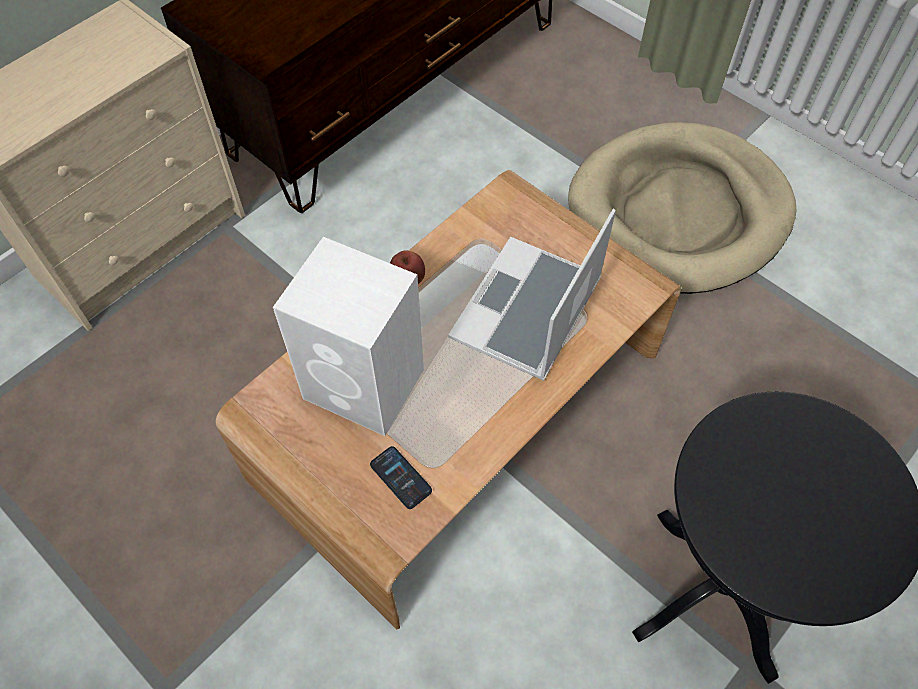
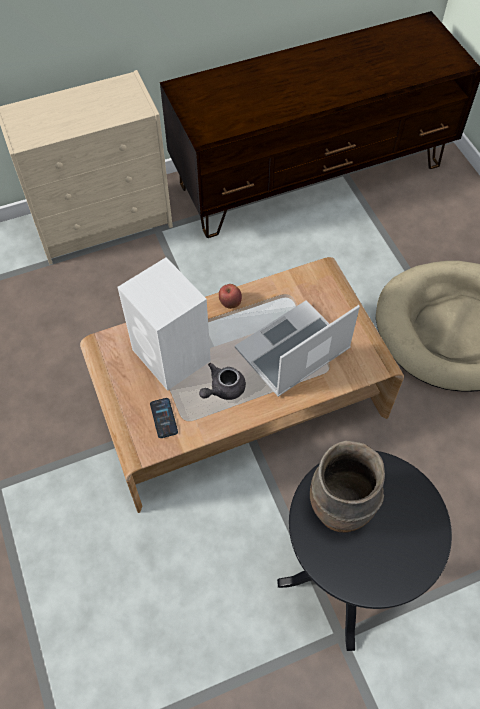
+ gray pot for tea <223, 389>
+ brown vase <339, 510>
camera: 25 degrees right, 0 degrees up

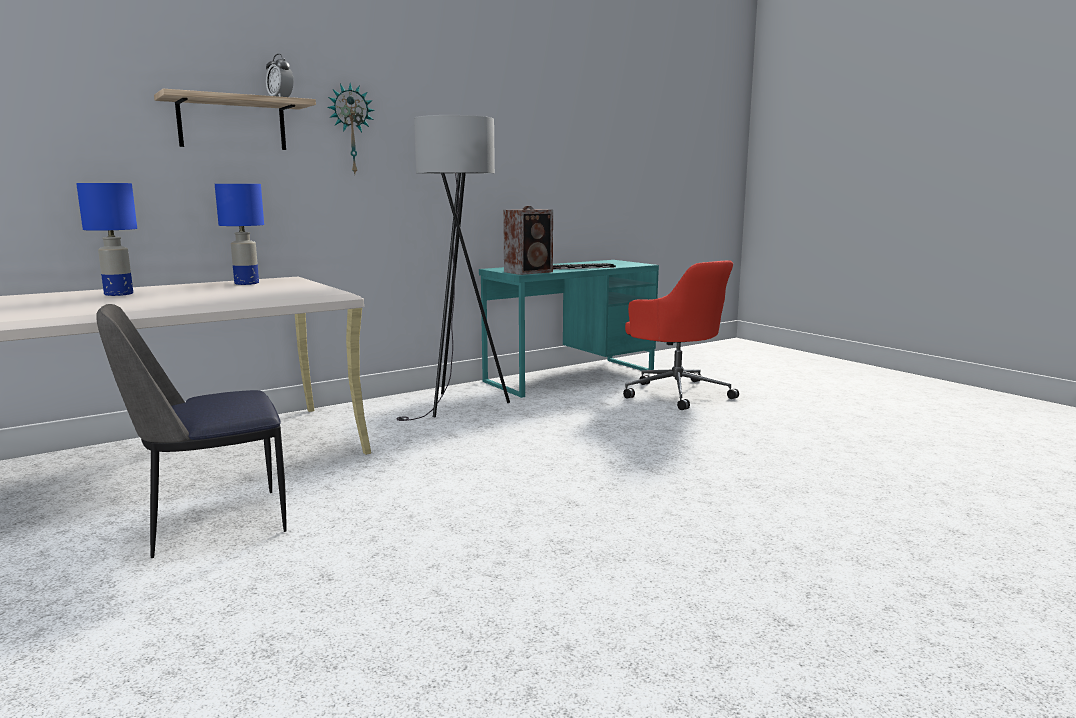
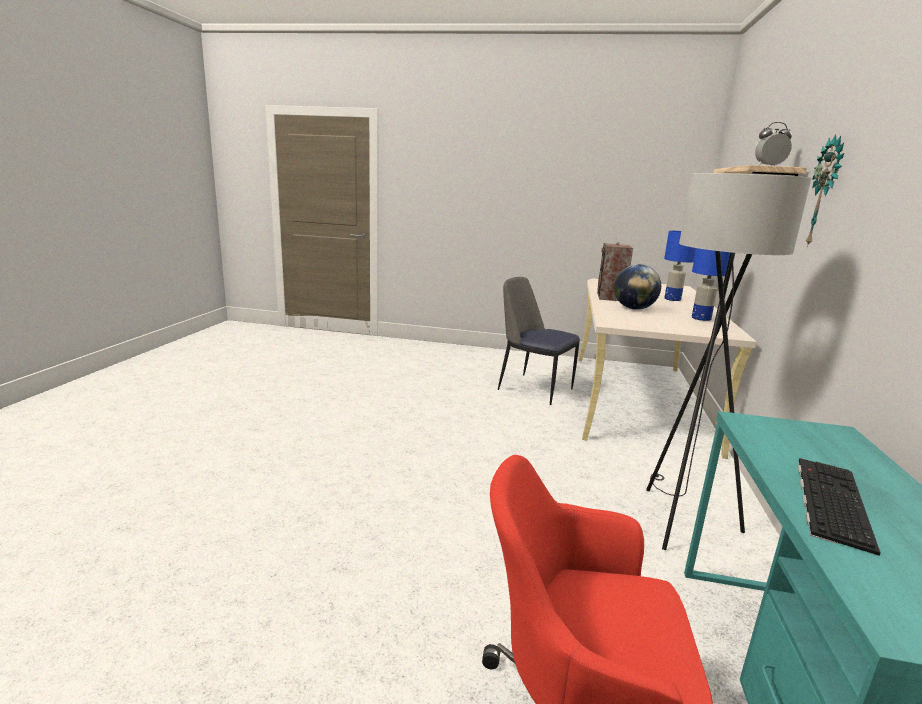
+ globe <633, 308>
~ speaker <530, 272> to <610, 297>
~ upright chair <211, 522> = <533, 388> 75 degrees counterclockwise
camera: 135 degrees right, 5 degrees up

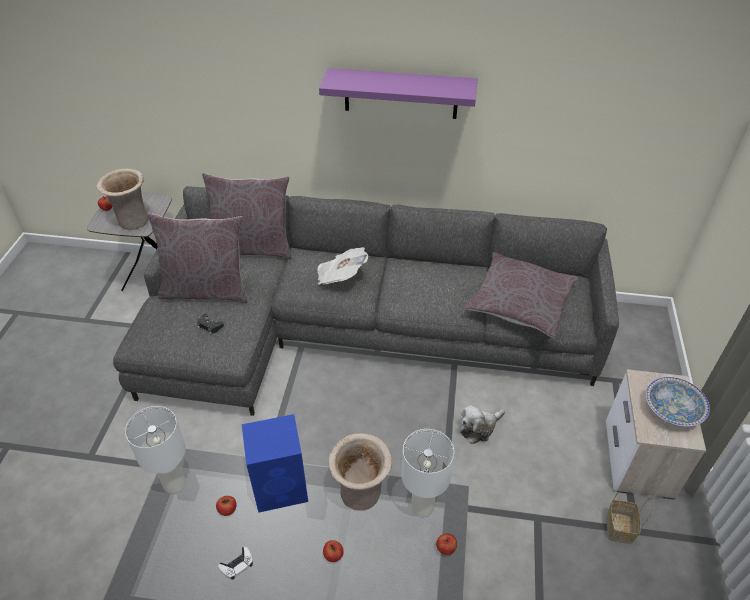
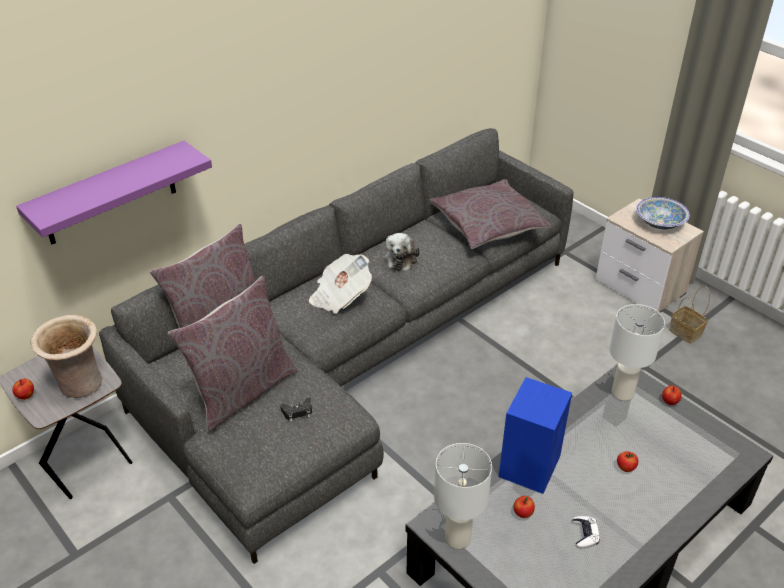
- sand-coloured vase <361, 494>
~ purplish shelf <401, 93> to <110, 194>
~ soft toy <479, 428> to <401, 258>
camera: 50 degrees left, 5 degrees down

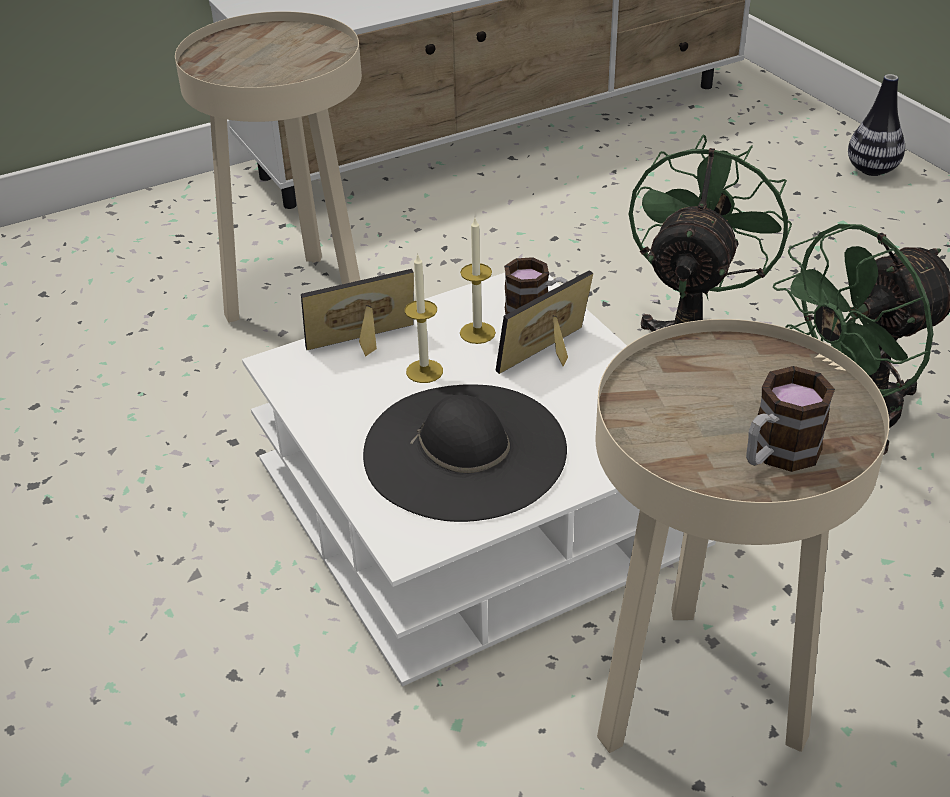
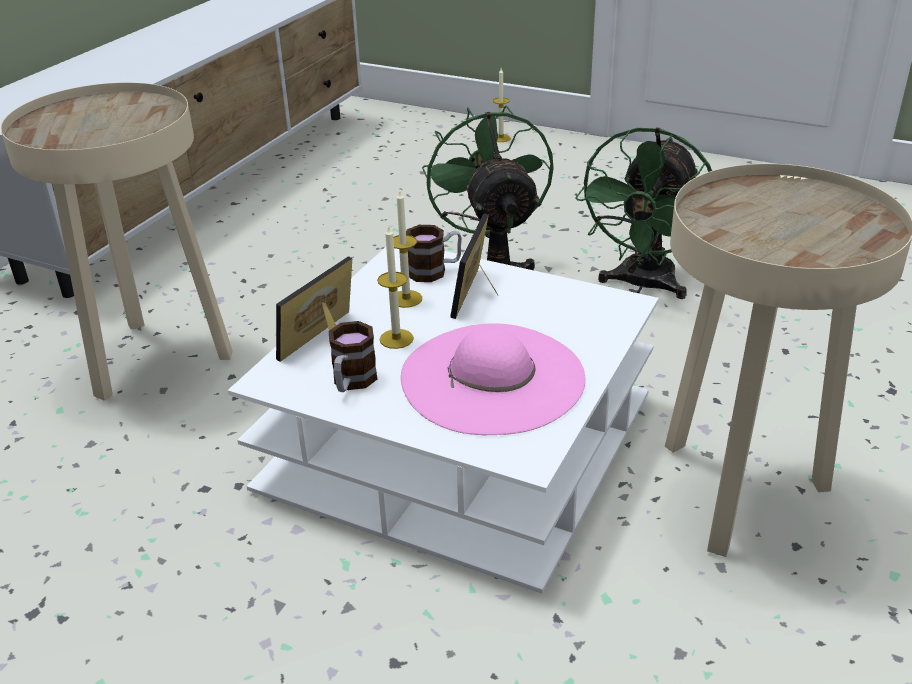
~ tea mug <777, 455> to <351, 382>
~ vase <872, 170> to wax candle <501, 138>
~ black clothing hat <465, 450> to pinkish clothing hat <492, 377>
camera: 35 degrees left, 5 degrees down

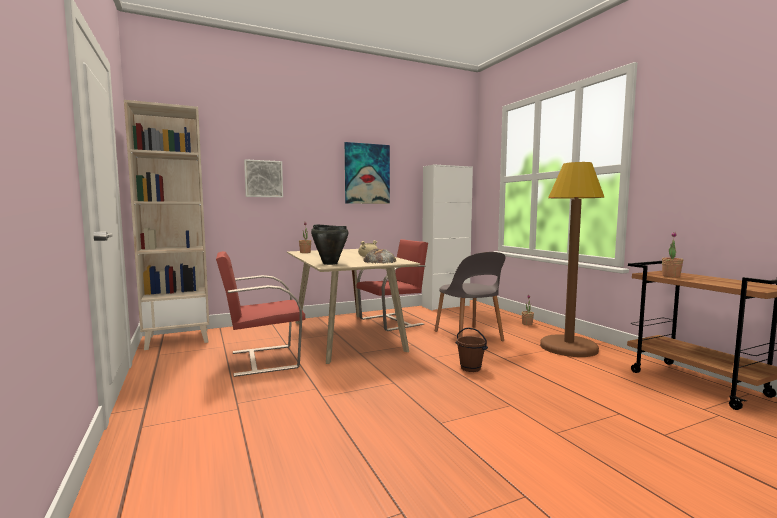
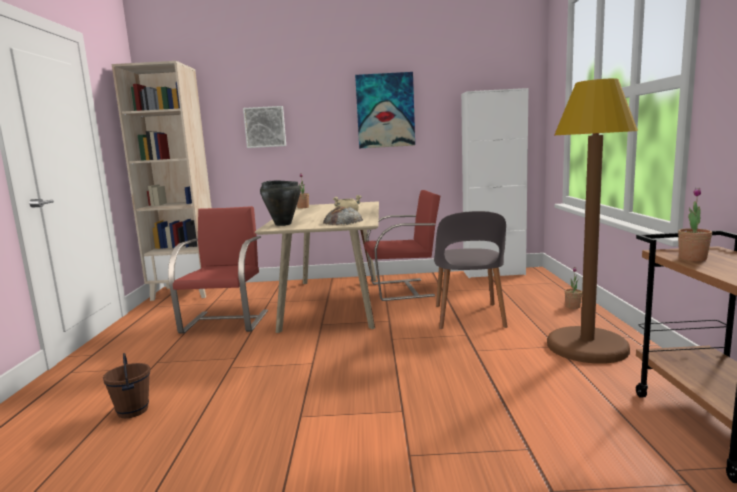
~ brown water bucket <471, 368> to <133, 411>
~ red upright chair <262, 360> = <226, 321> 90 degrees clockwise
camera: 25 degrees right, 5 degrees up

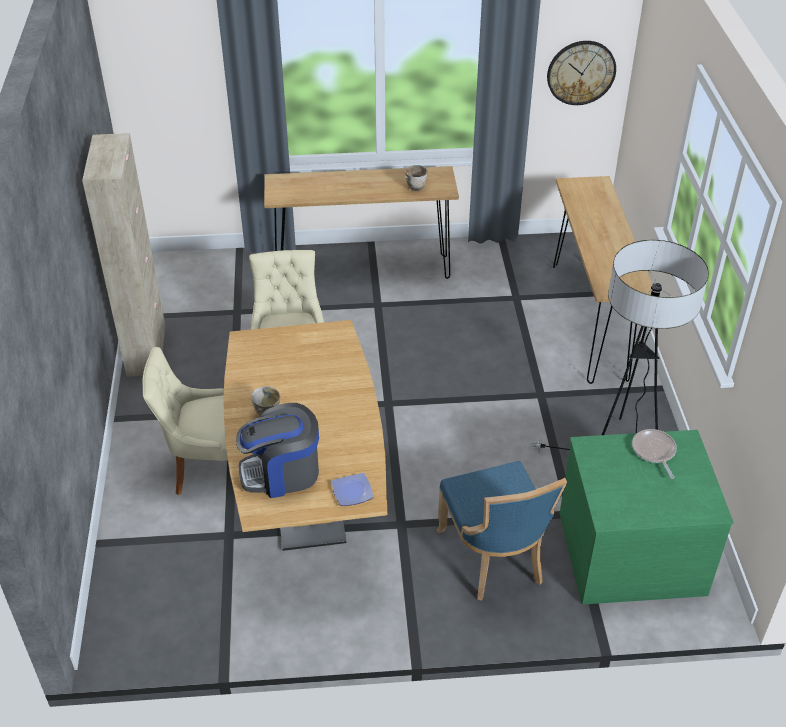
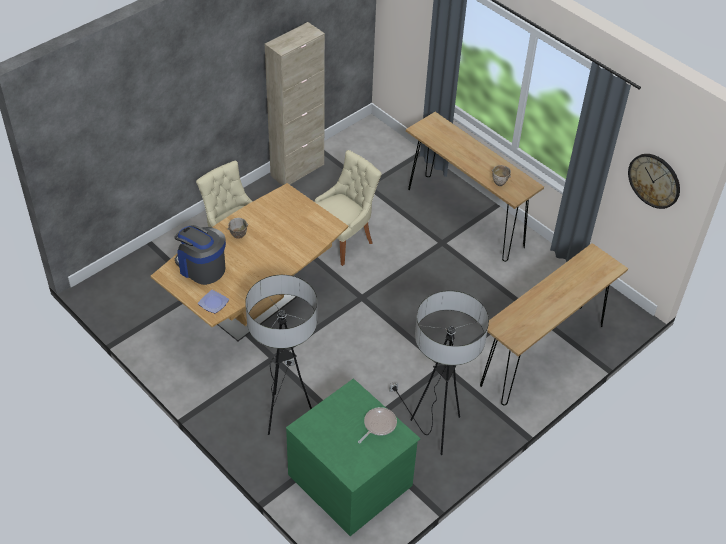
~ bluish upright chair <494, 558> to floor lamp <286, 414>
camera: 50 degrees right, 5 degrees up

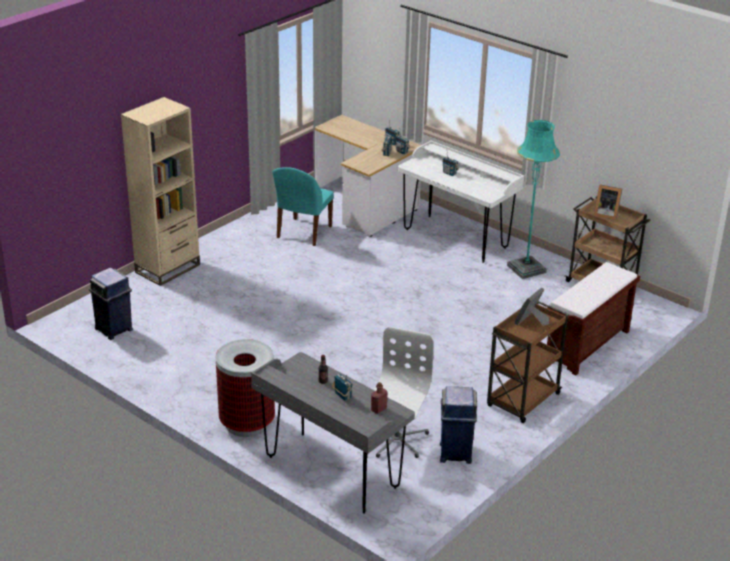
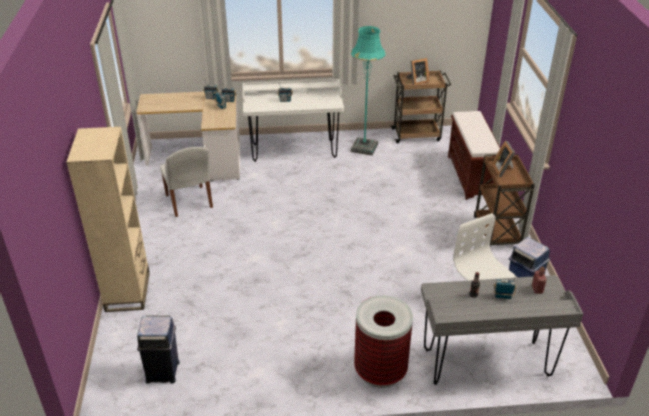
~ turquoise-coloured upright chair <303, 233> to white upright chair <189, 202>
camera: 45 degrees left, 5 degrees up

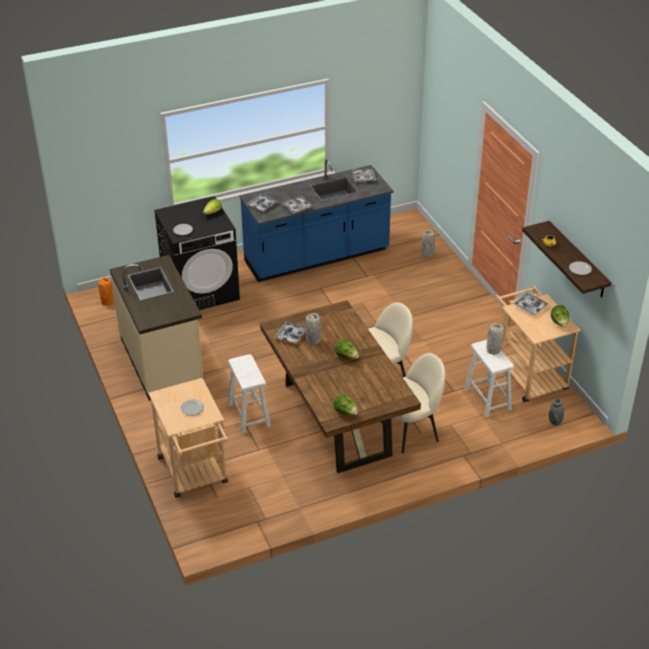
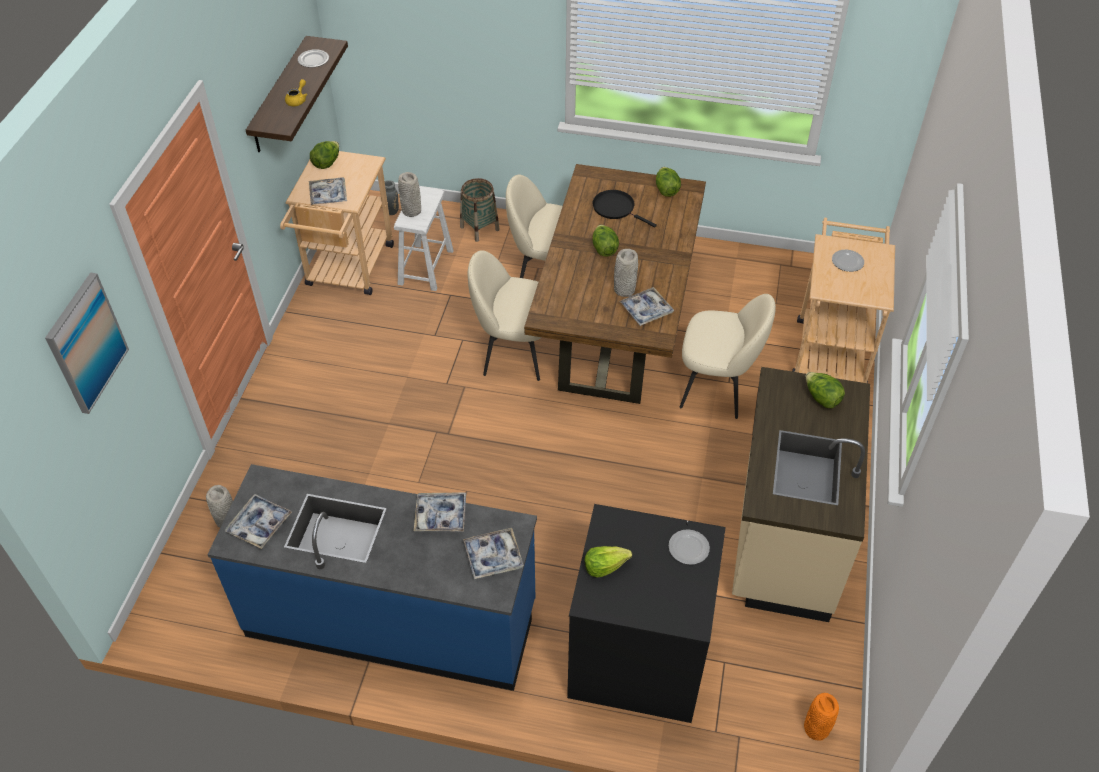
+ picture <86, 343>
+ household basket <479, 228>
+ black pan <616, 208>
+ lettuce head <821, 398>
~ white stool <249, 415> to sand-coloured upright chair <716, 387>
camera: 145 degrees left, 10 degrees up

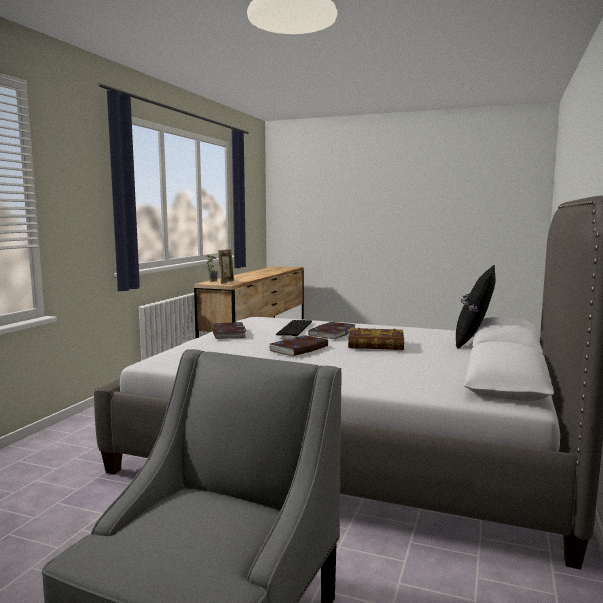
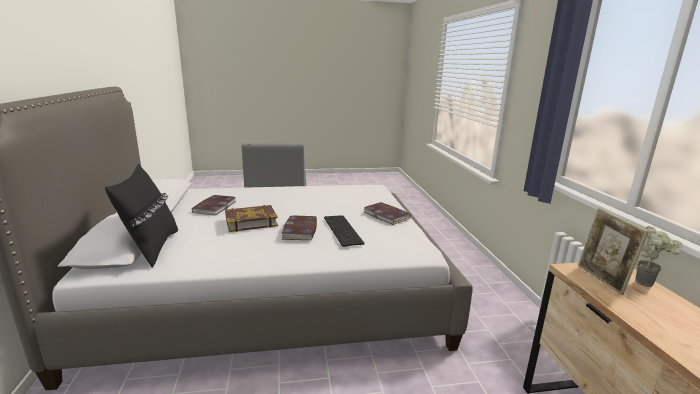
~ book <299, 349> to <214, 207>
camera: 150 degrees right, 10 degrees up

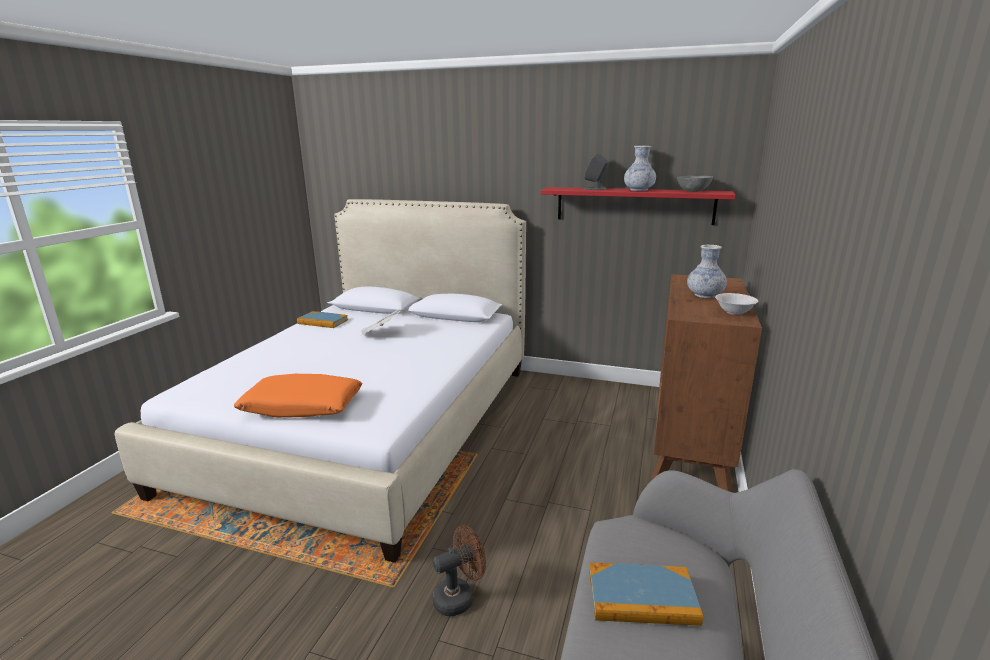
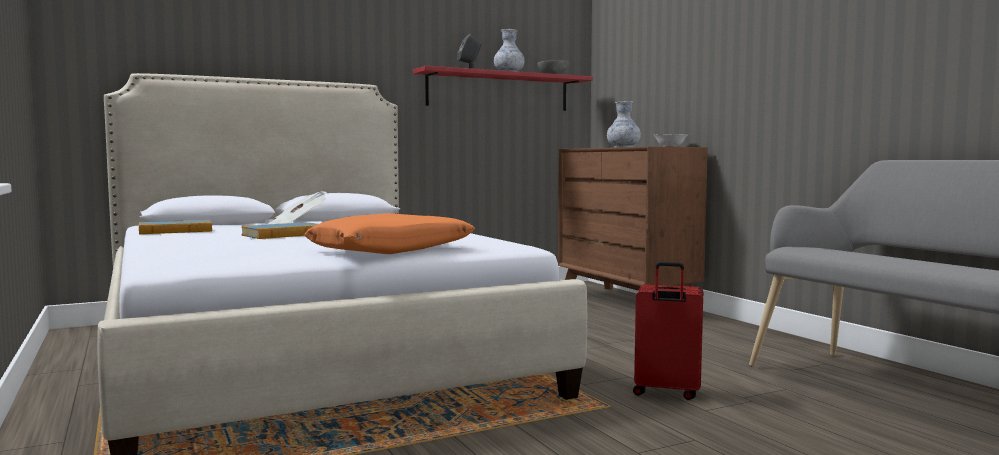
~ book <642, 598> to <284, 234>
~ brown fan <459, 597> to red piece of luggage <666, 392>
camera: 45 degrees left, 15 degrees down

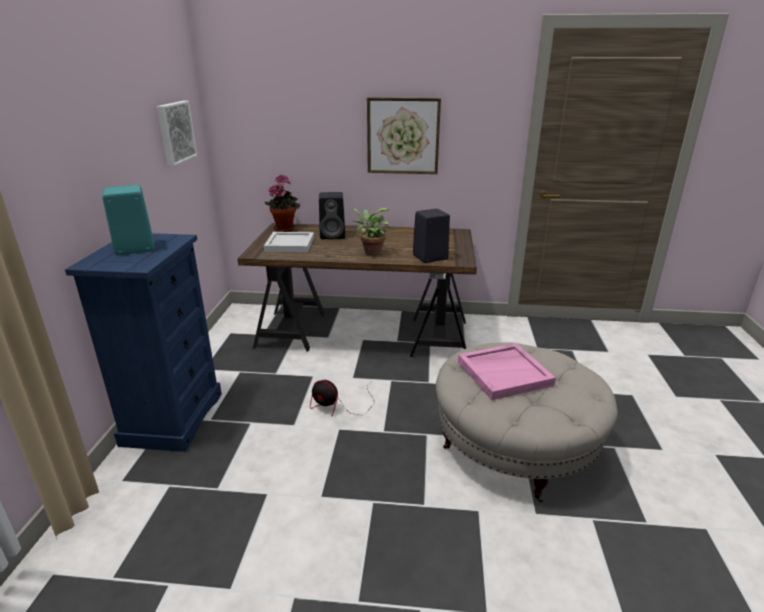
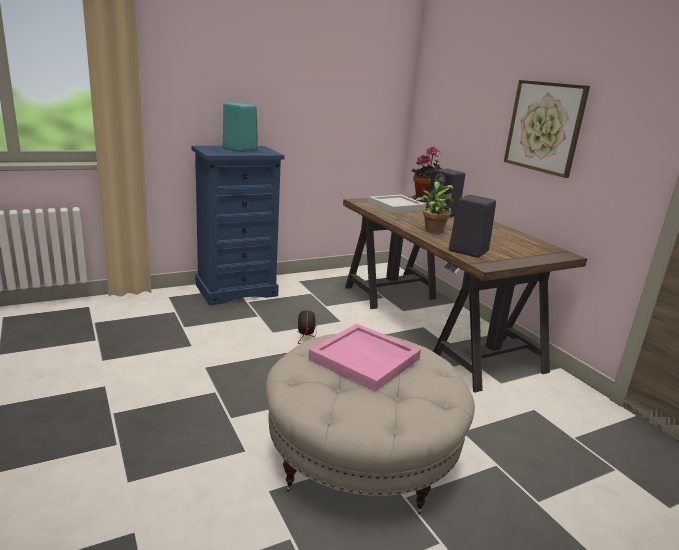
- picture <175, 132>
camera: 55 degrees right, 5 degrees down

